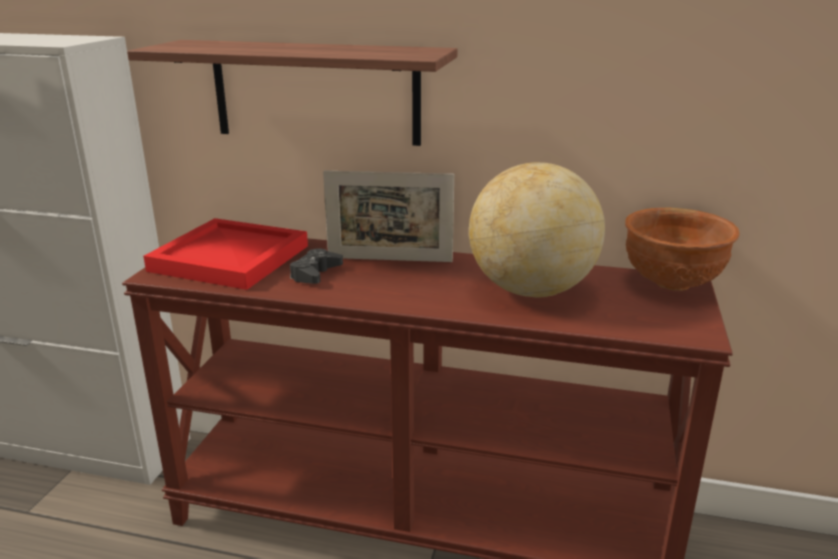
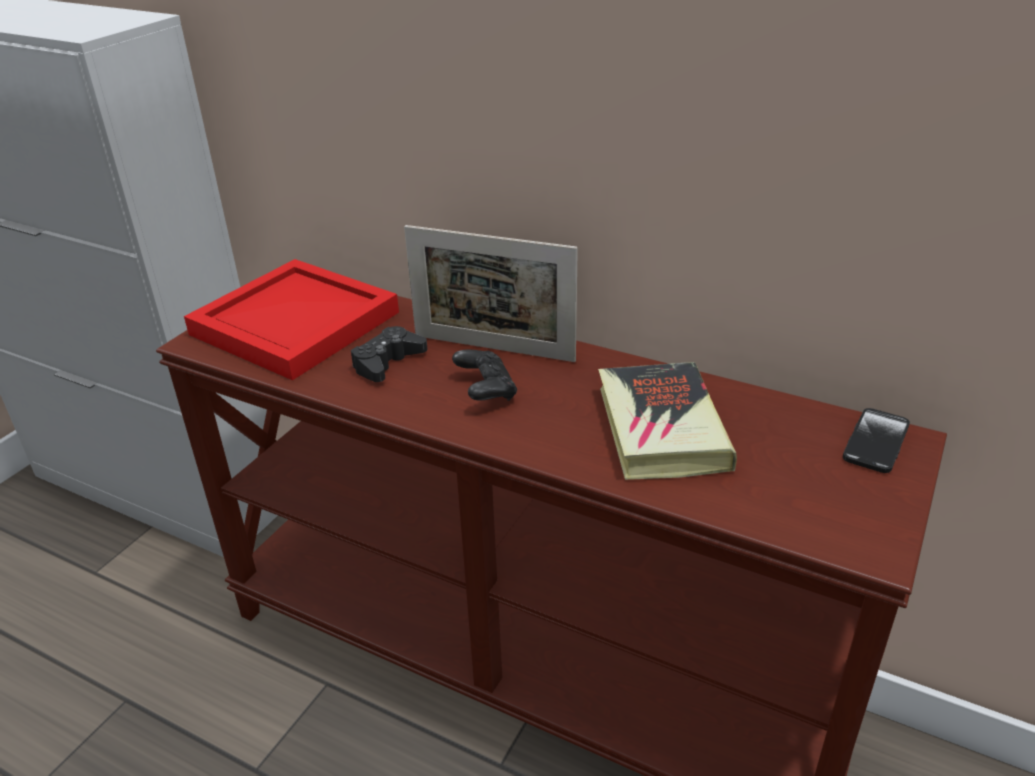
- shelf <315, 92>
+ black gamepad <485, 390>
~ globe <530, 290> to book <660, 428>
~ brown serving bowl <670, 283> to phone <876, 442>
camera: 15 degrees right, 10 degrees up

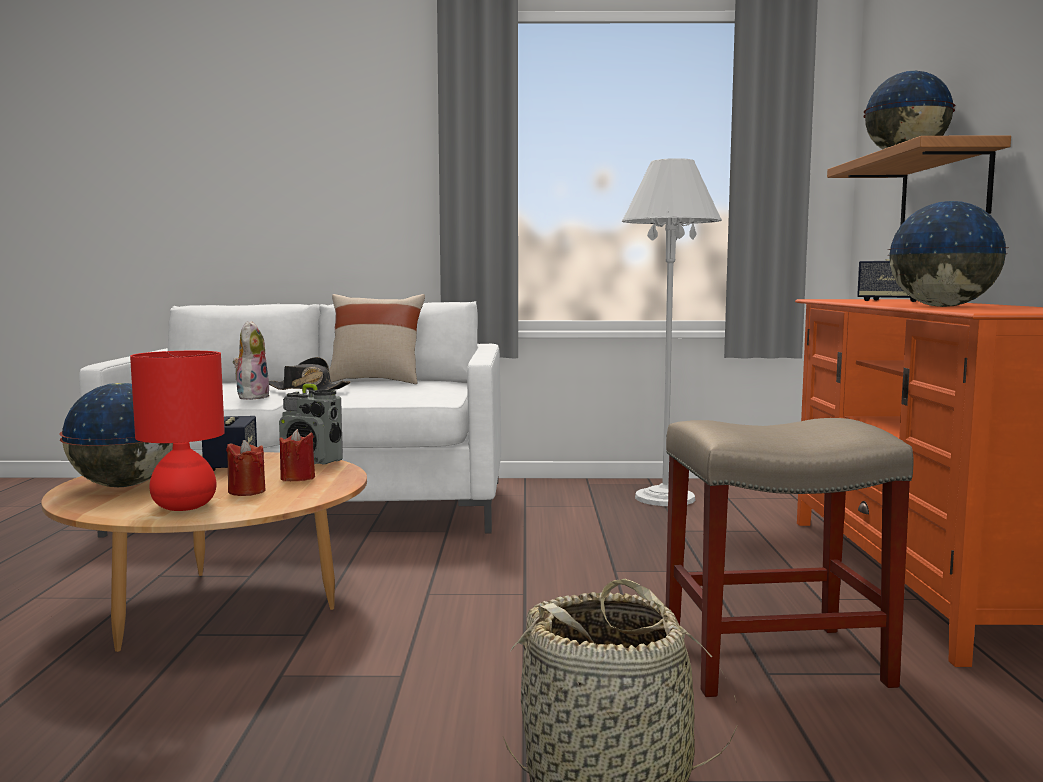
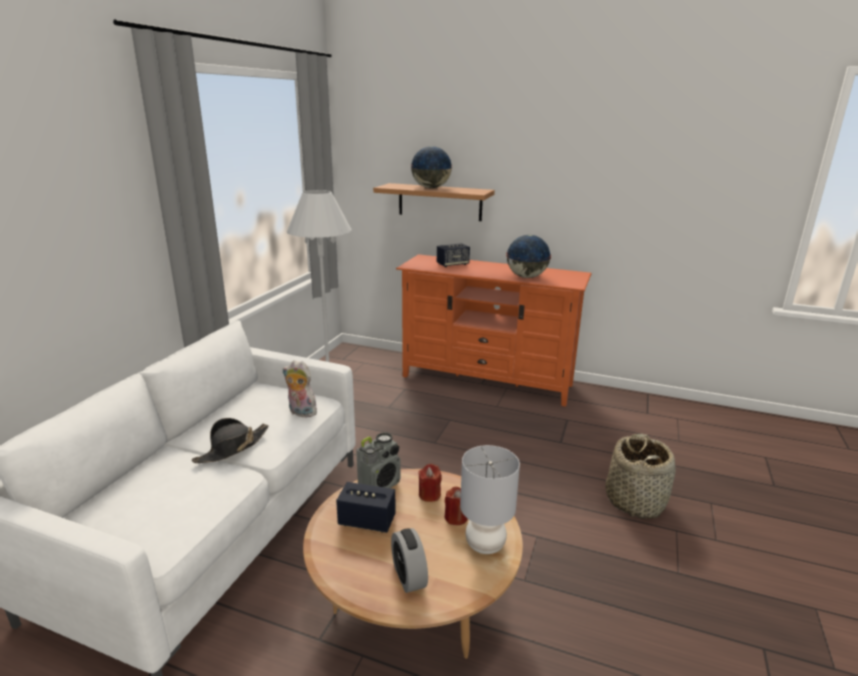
- sand-coloured cushion <376, 381>
- sand-coloured stool <771, 660>
~ soft toy <252, 397> to <300, 413>
~ globe <124, 486> to alarm clock <409, 576>
~ red table lamp <184, 507> to gray table lamp <485, 545>
camera: 70 degrees left, 15 degrees up

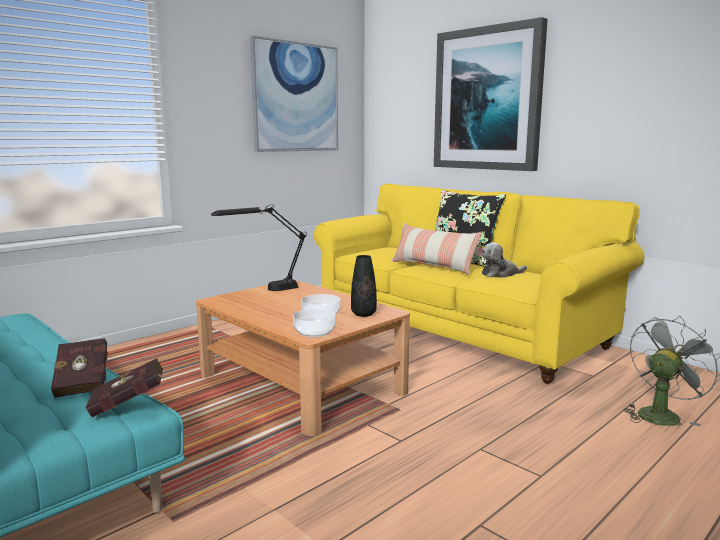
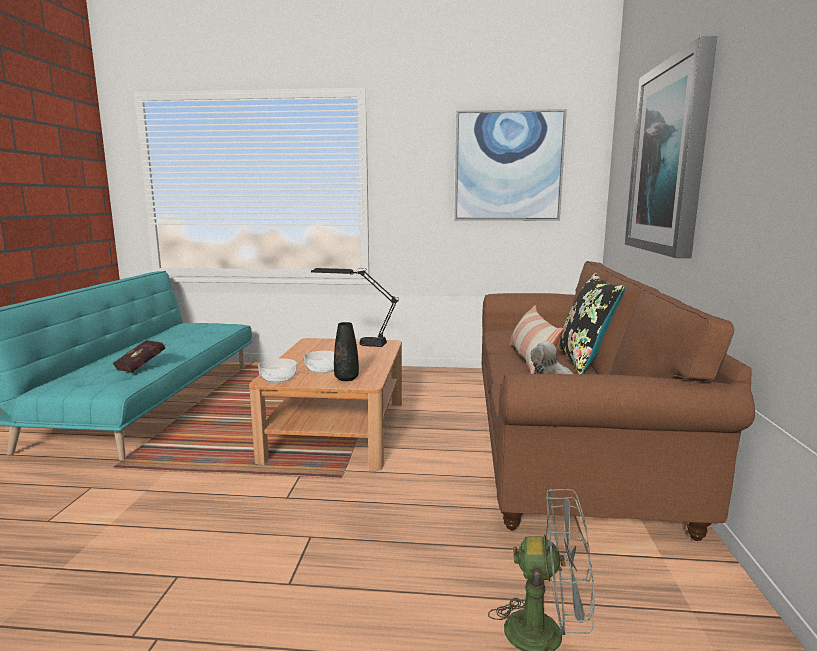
- red book <131, 405>
~ yellow-coloured couch <457, 331> to brown couch <564, 443>
camera: 50 degrees right, 0 degrees up

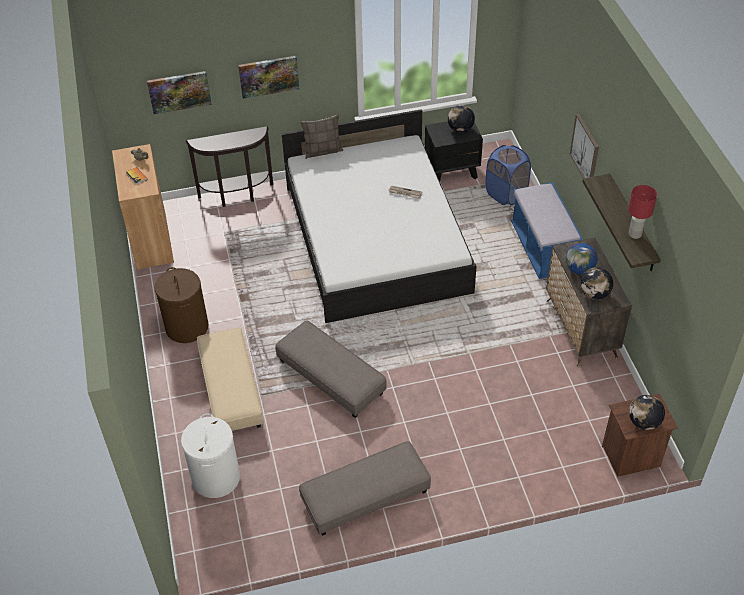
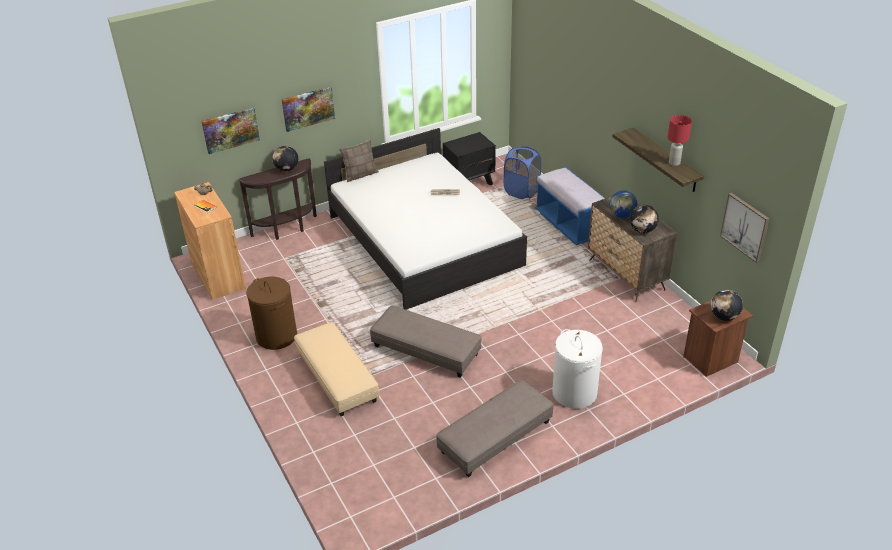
~ white washing basket <215, 477> to <574, 393>
~ globe <460, 129> to <286, 169>
~ picture <585, 150> to <745, 227>
camera: 15 degrees left, 10 degrees down

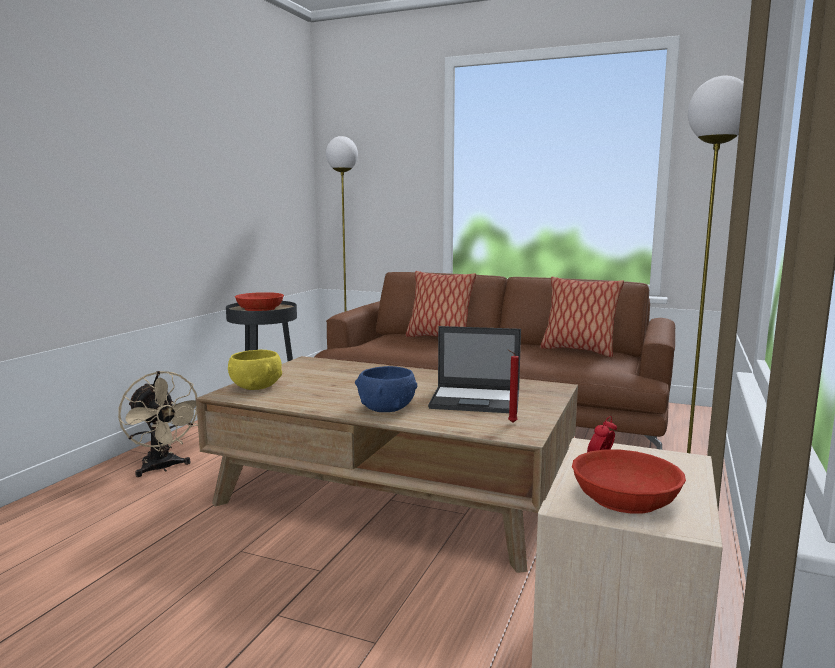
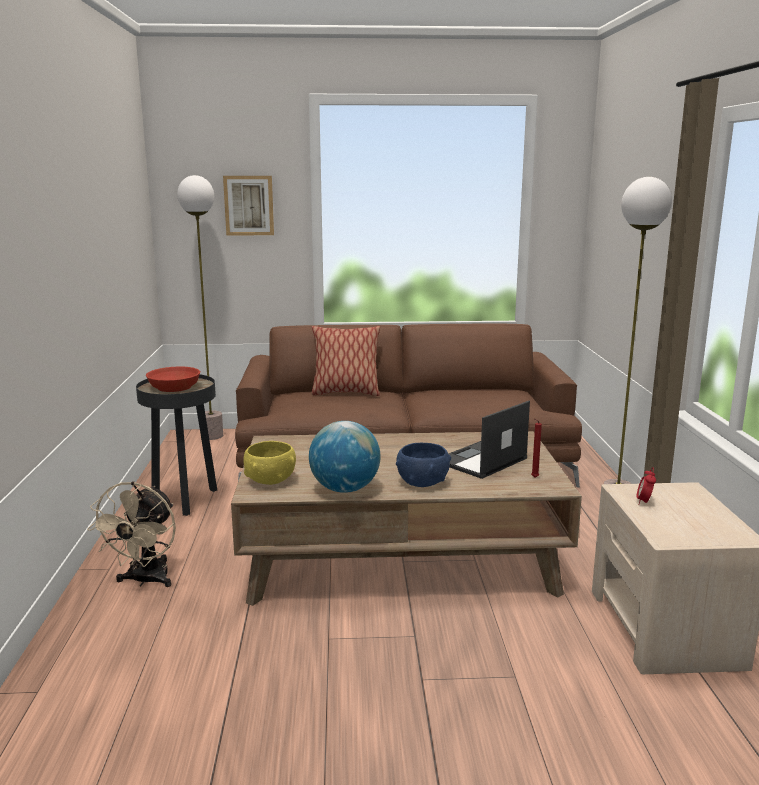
- cushion <578, 350>
- red serving bowl <625, 497>
+ picture <249, 205>
+ globe <345, 489>
~ sand-coloured fan <162, 468> = <145, 581> 75 degrees clockwise
~ portable computer <476, 400> = <480, 460> 150 degrees clockwise
camera: 25 degrees left, 5 degrees up

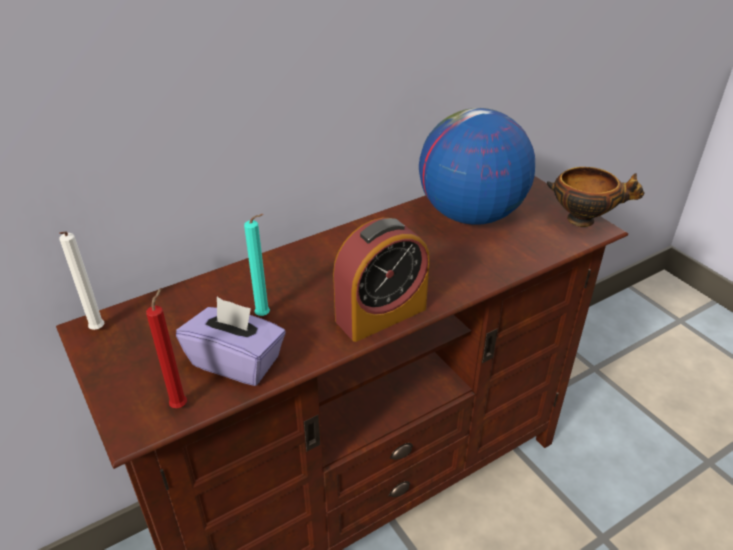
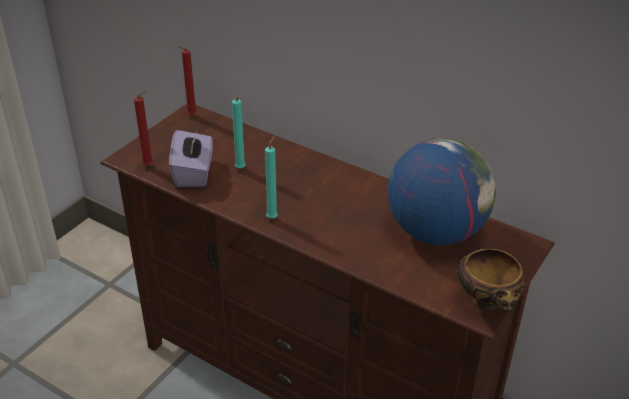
~ alarm clock <381, 314> to turquoise-coloured wax candle <273, 217>
~ white wax candle <97, 331> to red wax candle <190, 116>
camera: 65 degrees right, 0 degrees up

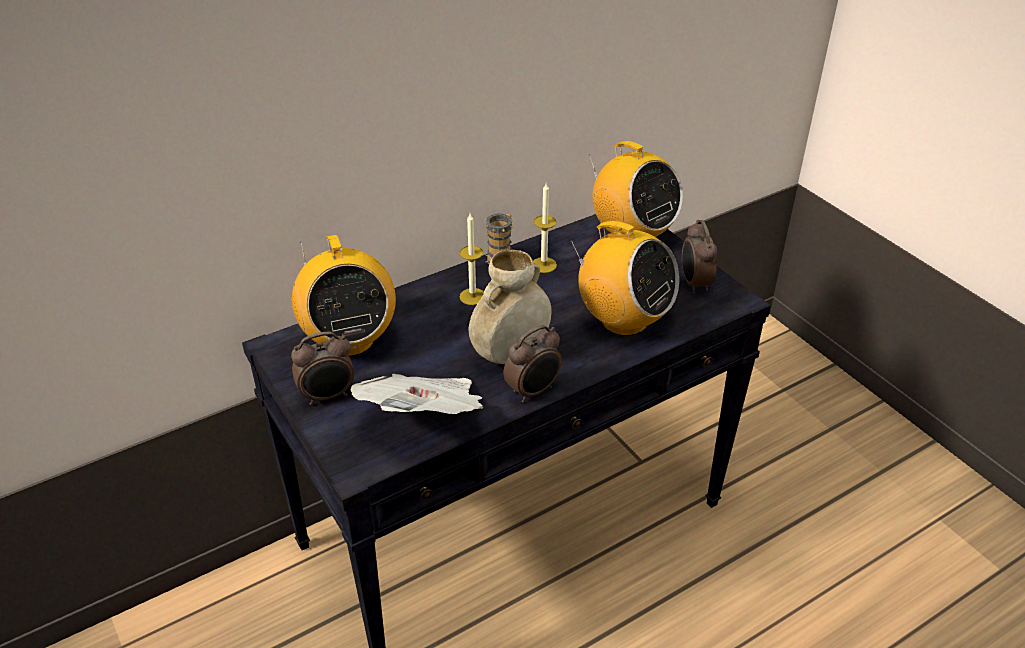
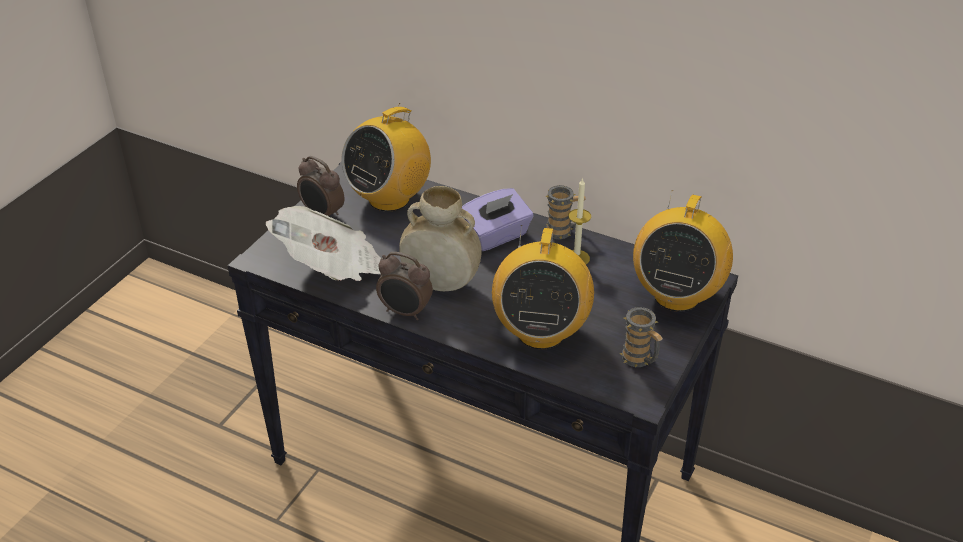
~ wax candle <472, 296> to purplish box of tissues <496, 236>
~ alarm clock <694, 283> to tea mug <640, 360>
camera: 60 degrees right, 0 degrees up

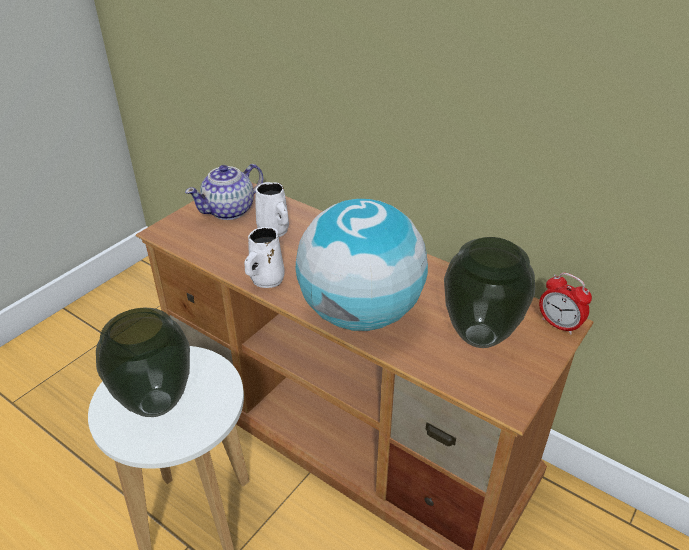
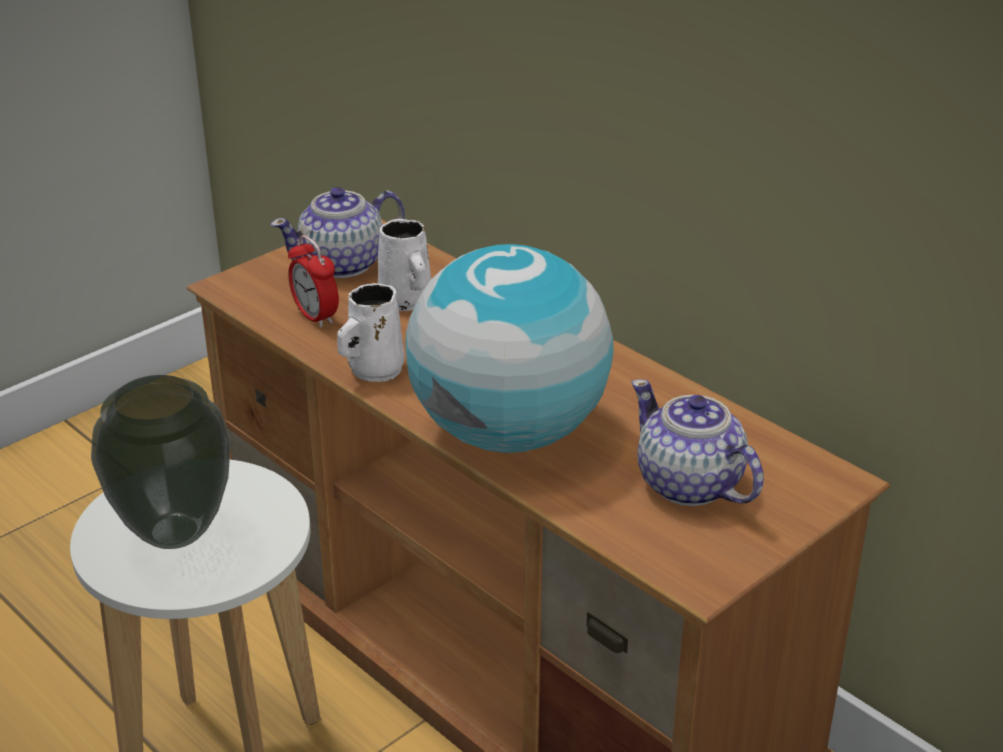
~ alarm clock <558, 325> to <315, 317>
~ vase <479, 337> to pot for tea <689, 485>
camera: 10 degrees right, 5 degrees down

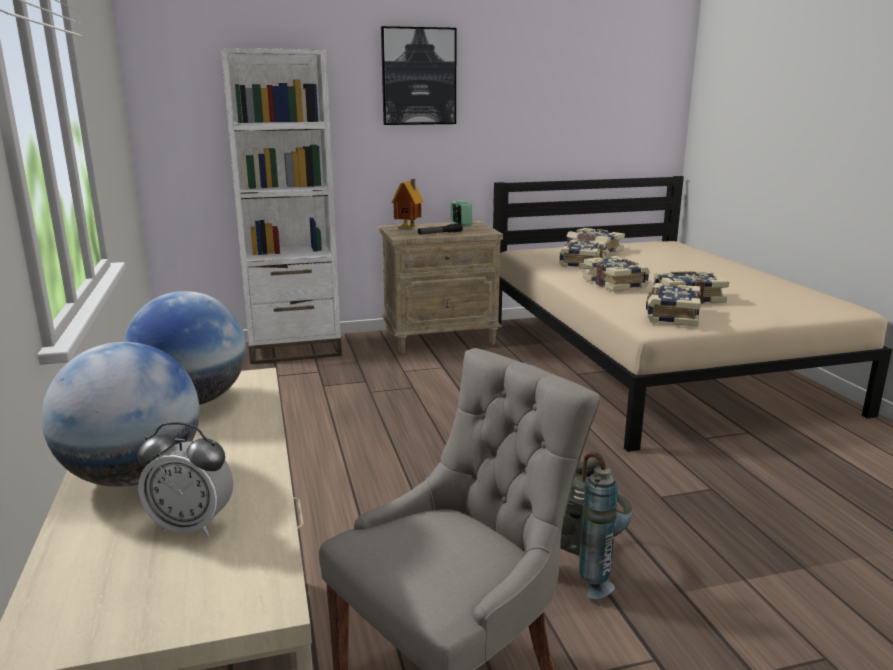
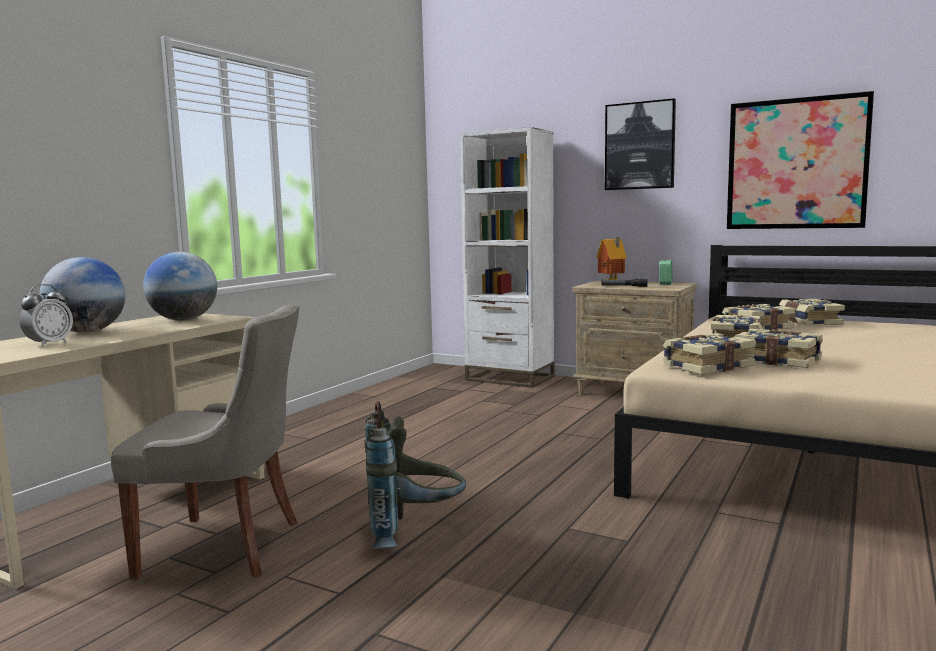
+ picture <796, 164>
~ alarm clock <191, 526> = <49, 344> 120 degrees counterclockwise
camera: 45 degrees right, 10 degrees down

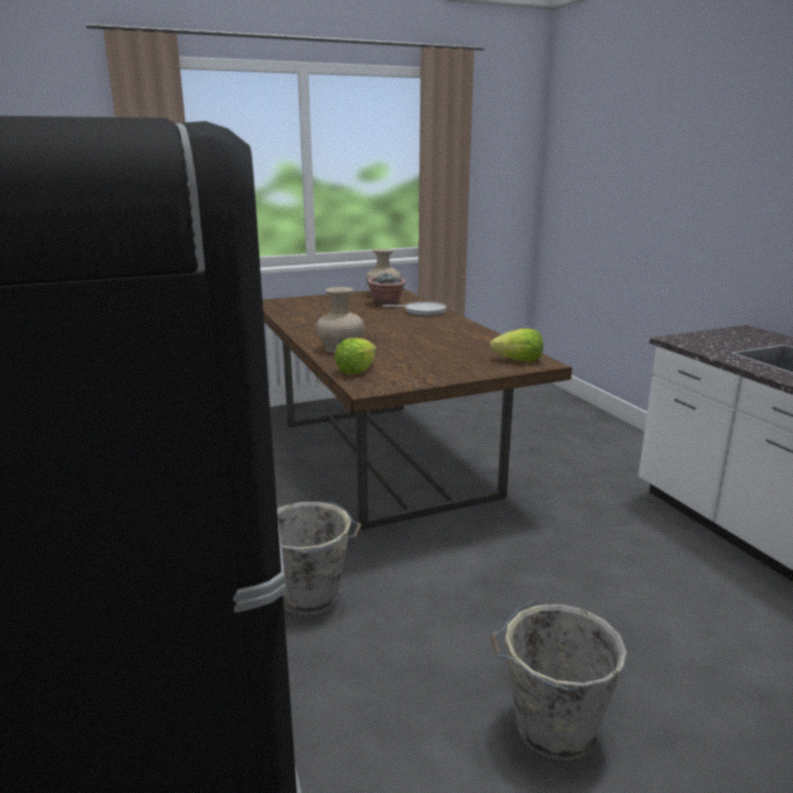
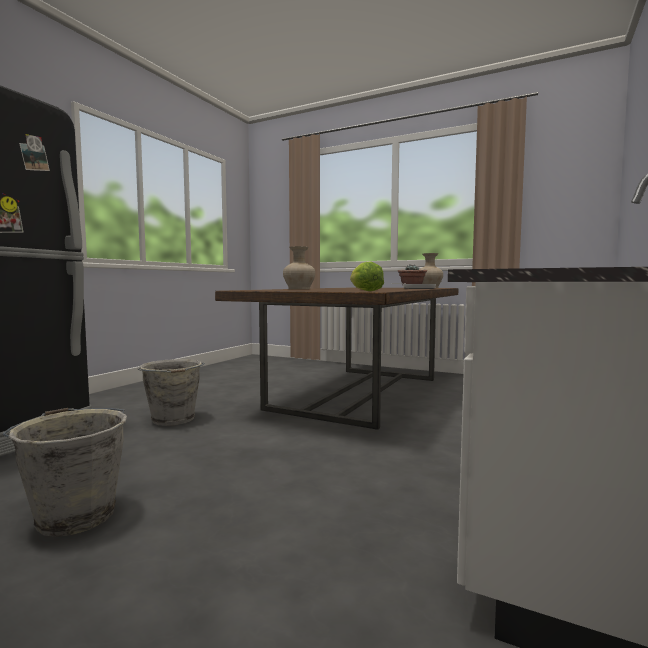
- lettuce head <356, 370>
camera: 50 degrees right, 15 degrees down

